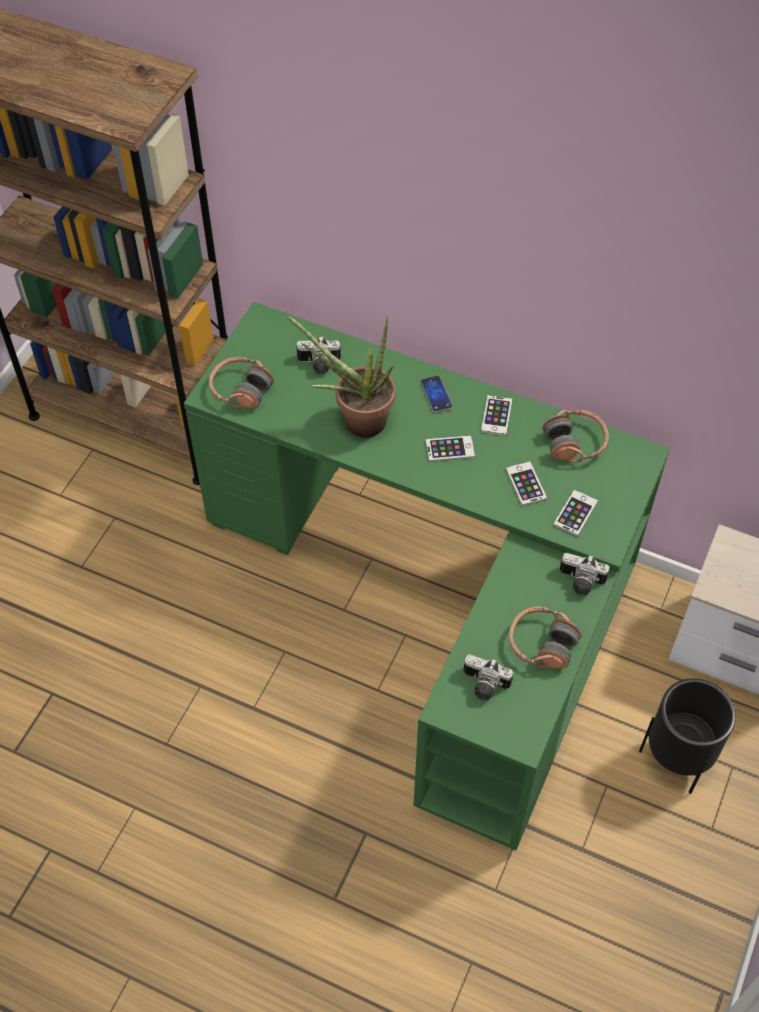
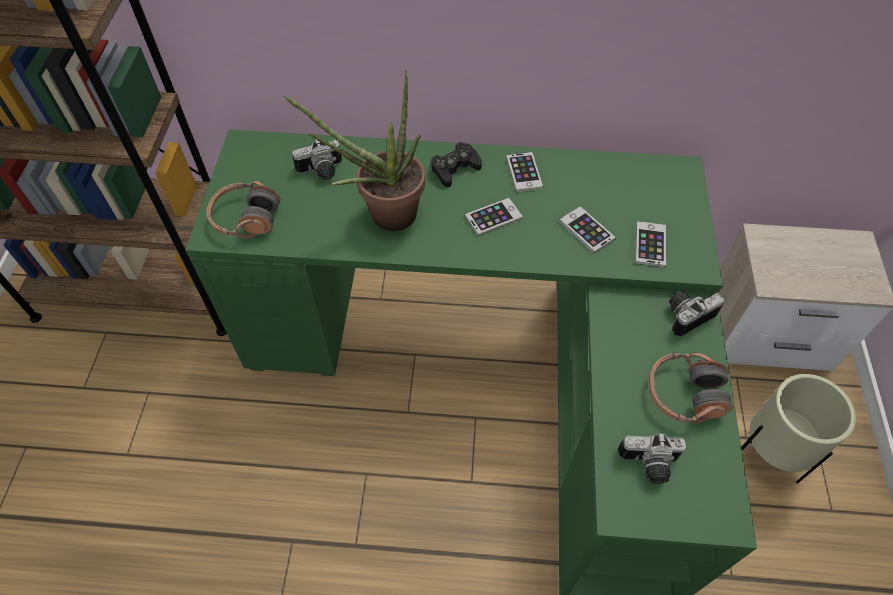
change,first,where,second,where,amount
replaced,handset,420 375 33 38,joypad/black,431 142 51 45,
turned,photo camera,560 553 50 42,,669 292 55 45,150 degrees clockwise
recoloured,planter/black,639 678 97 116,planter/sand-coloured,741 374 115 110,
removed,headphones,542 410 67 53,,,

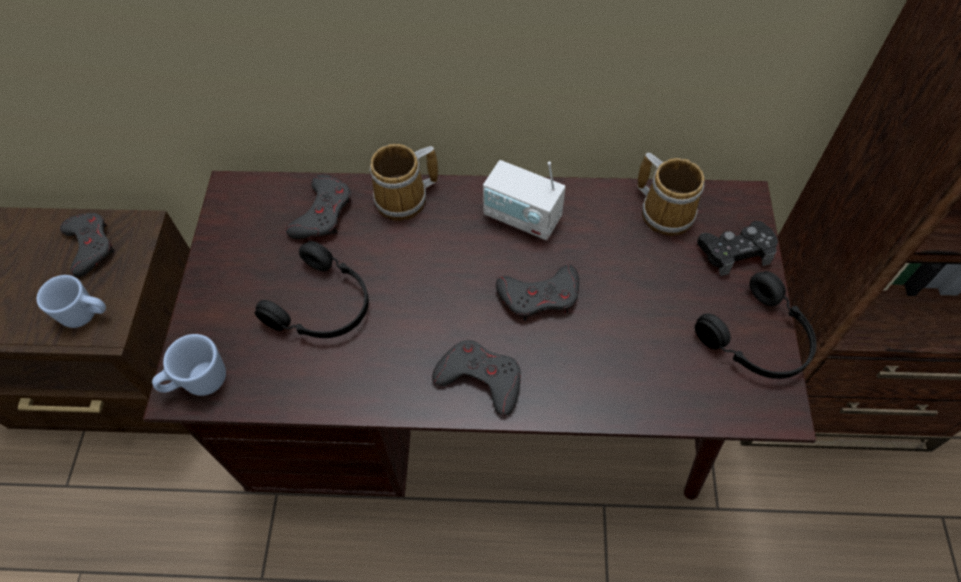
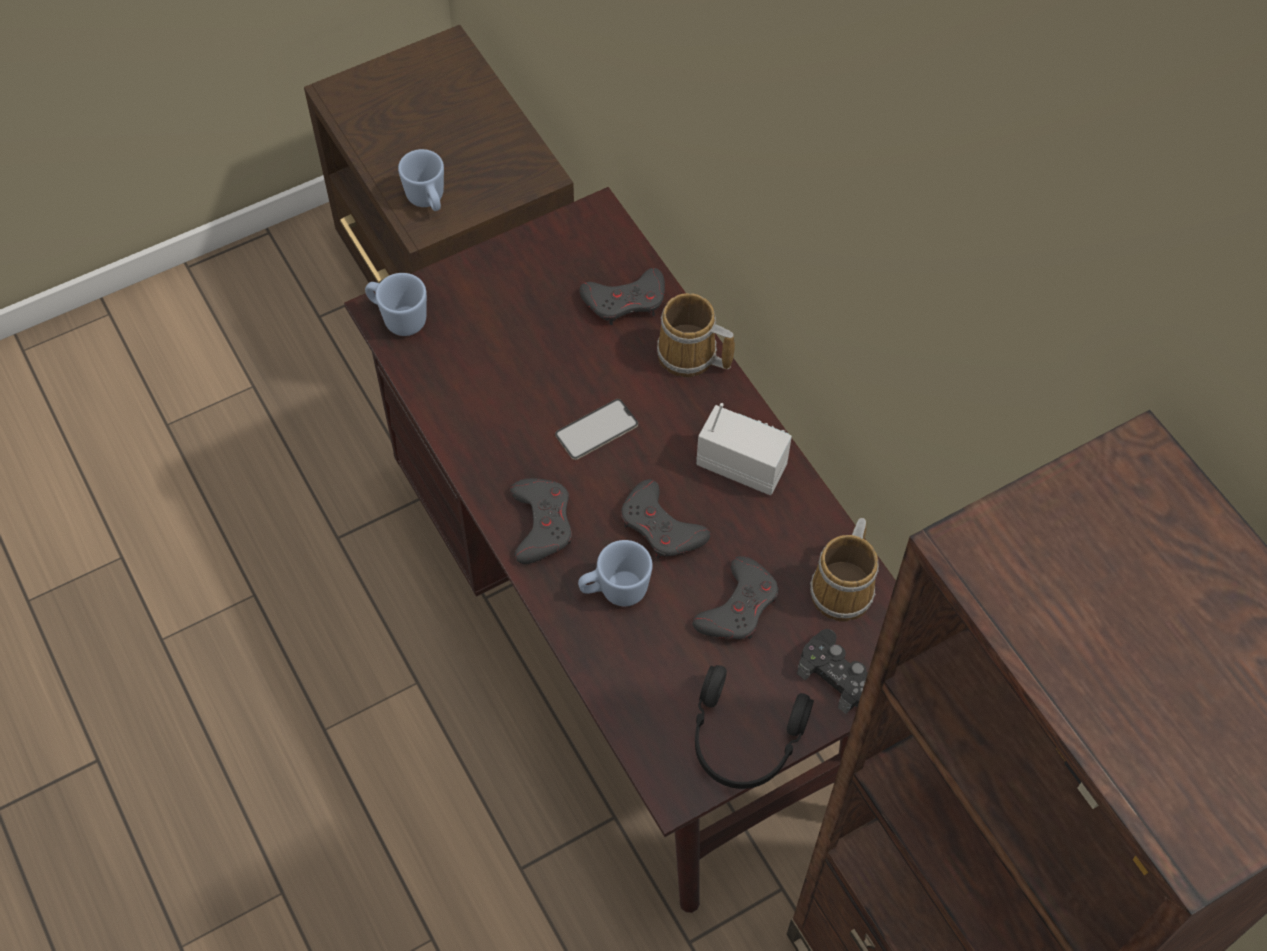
change,first,where,second,where,amount
added,,,handset,555 399 83 61,
added,,,tea mug/blue,578 540 75 66,
moved,joypad/grey,60 213 55 64,,692 556 86 83,
turned,radio,483 160 83 80,,696 403 96 92,120 degrees clockwise
removed,headphones/black,255 241 114 97,,,

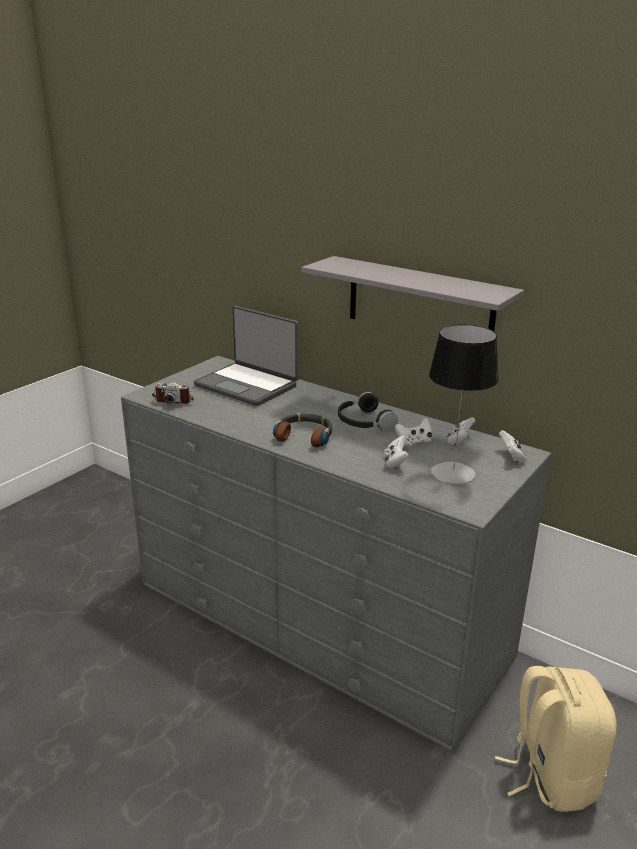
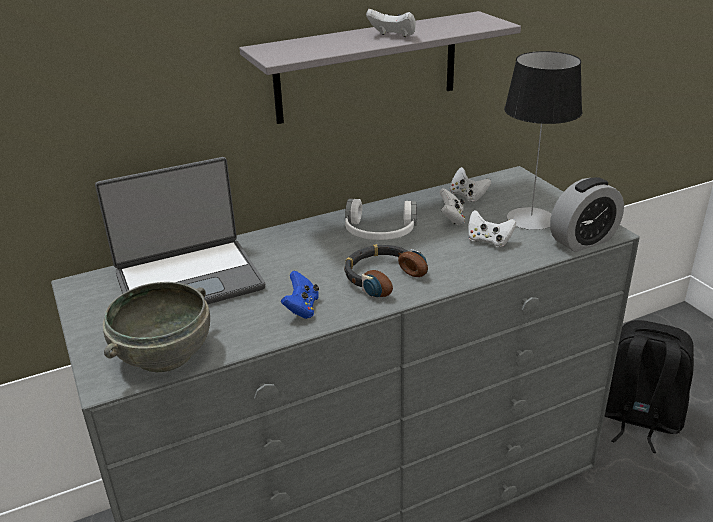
change,first,where,second,where,amount
replaced,photo camera,152 382 42 22,serving bowl/grey,103 282 107 90,
added,,,joypad/blue,281 271 38 48,
recoloured,headphones/black,338 392 60 40,headphones/white-coloured,345 199 72 41,
moved,joypad/white-coloured,499 430 28 33,,366 9 50 28,
added,,,alarm clock,550 177 74 75,
recoloured,backpack/sand-coloured,495 666 122 146,backpack/black,604 320 90 133,

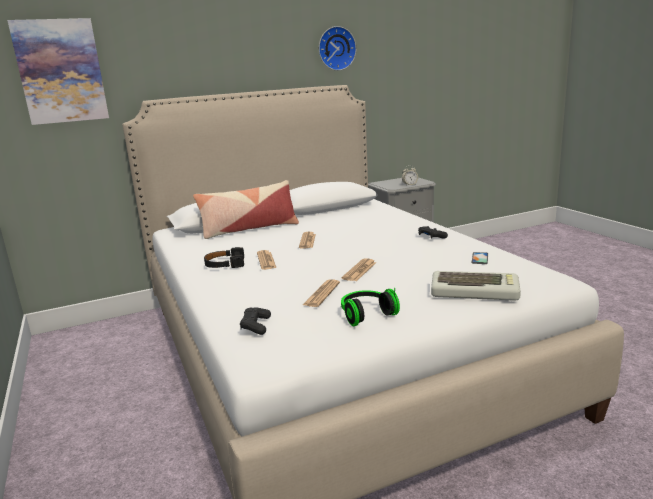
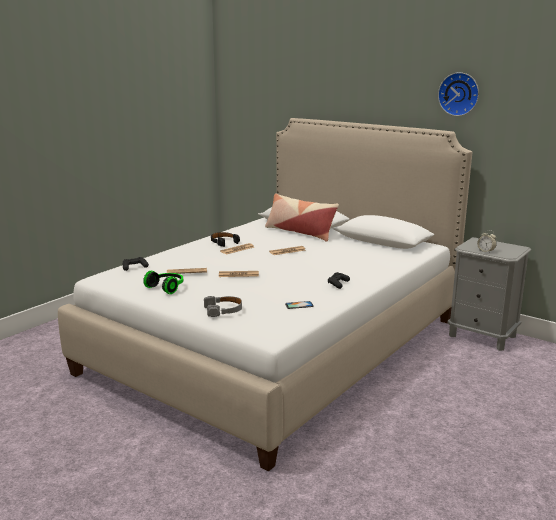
change,first,where,second,where,amount
replaced,keyboard,431 271 90 30,headphones/grey,204 296 38 21,
removed,picture,7 18 102 107,,,

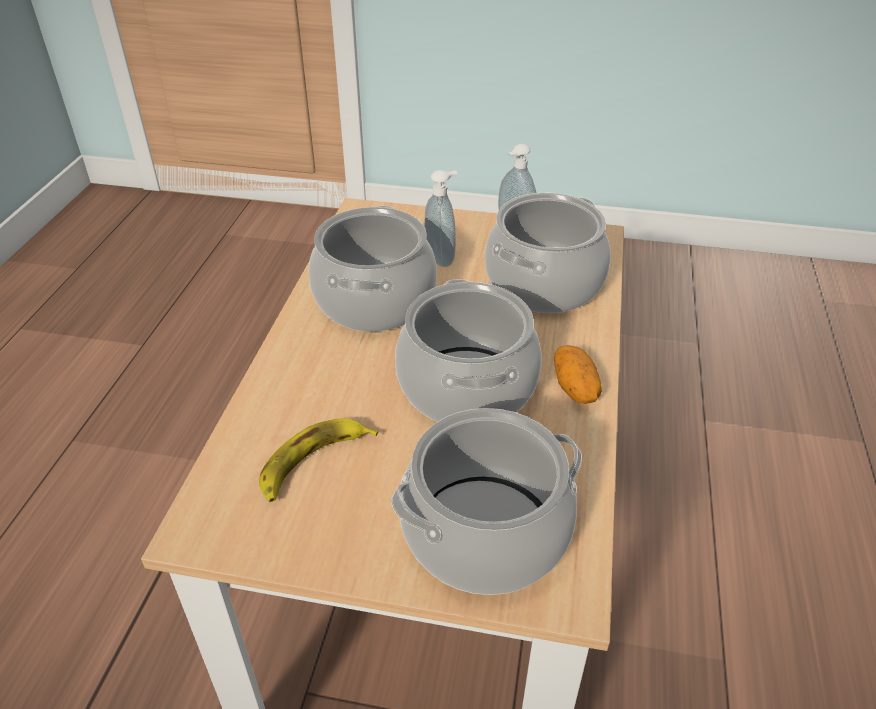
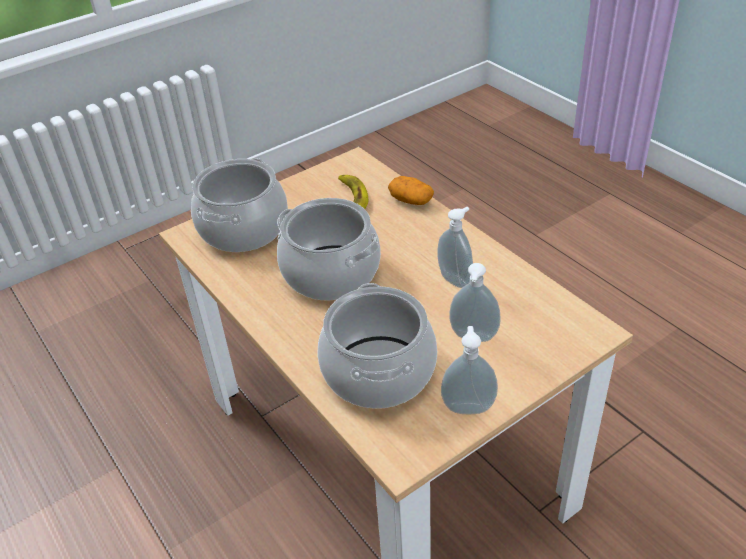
change,first,where,second,where,amount
moved,potato,554 345 48 59,,388 176 46 29,
replaced,stockpot,309 206 128 126,liquid soap bottle,437 207 36 81,

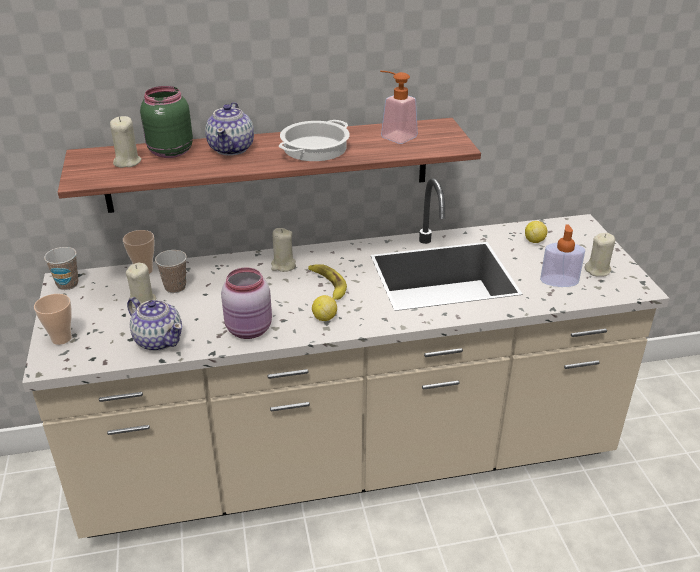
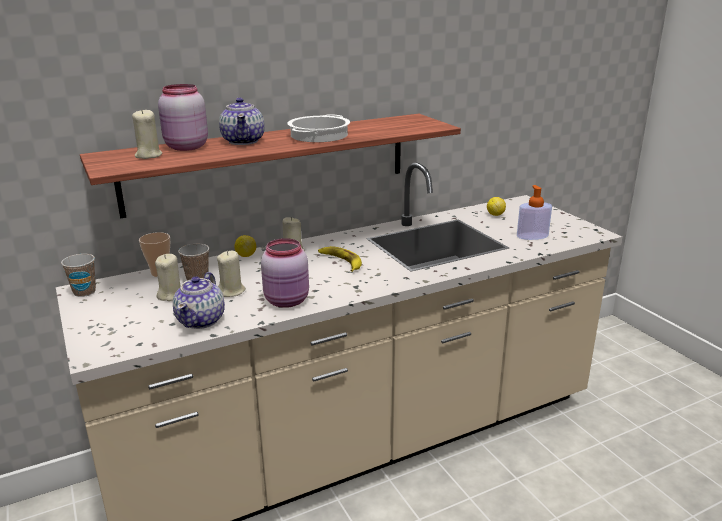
change,first,where,second,where,amount
recoloured,storage jar/green-coloured,140 86 53 72,storage jar/pink-coloured,158 84 50 67,
turned,teapot,127 297 55 54,,173 272 52 57,75 degrees clockwise
moved,wax light/sand-coloured,584 233 31 44,,217 251 29 46,
moved,citrus fruit,312 295 25 26,,234 235 22 22,
removed,small cup,34 294 38 51,,,
removed,liquid soap bottle,380 71 38 73,,,

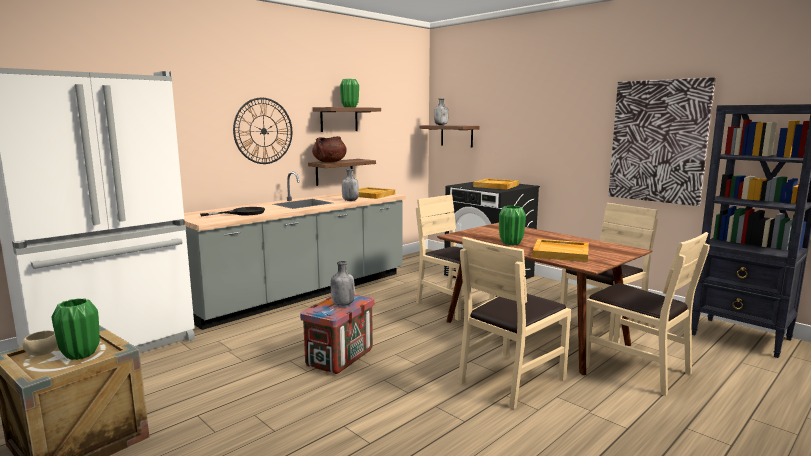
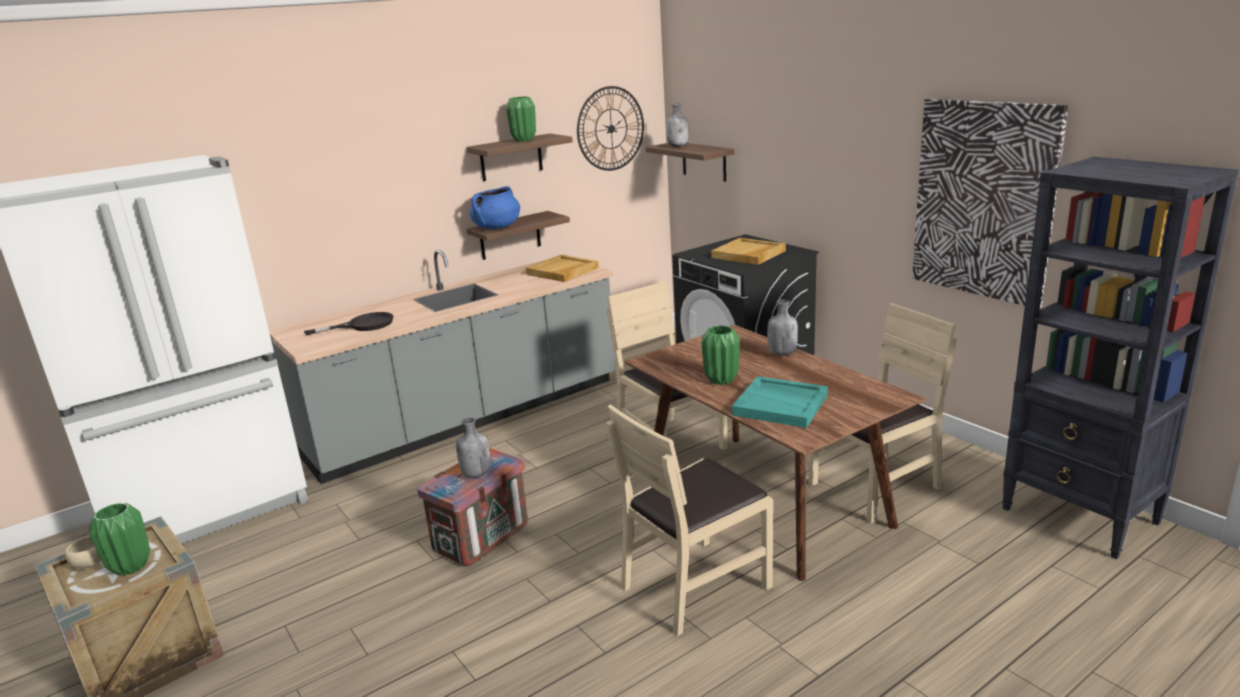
change,first,where,second,where,amount
recoloured,stockpot/brown,312 136 35 26,stockpot/blue,470 186 50 43,
moved,clock on the wall,233 98 59 66,,577 86 67 85,
recoloured,carrying tray/sand-coloured,532 239 57 23,carrying tray/turquoise,732 376 96 52,
moved,bottle/grey,342 169 17 32,,767 300 31 56,
removed,plain chair/sand-coloured,586 232 124 164,,,

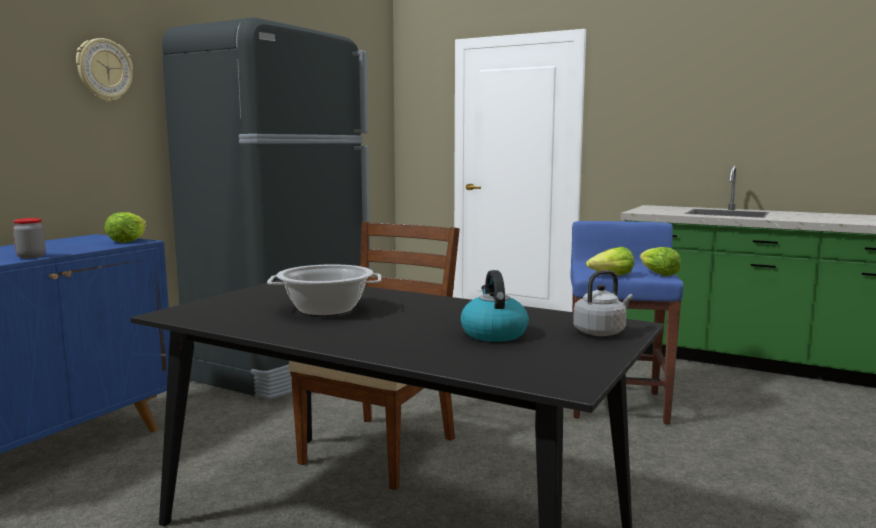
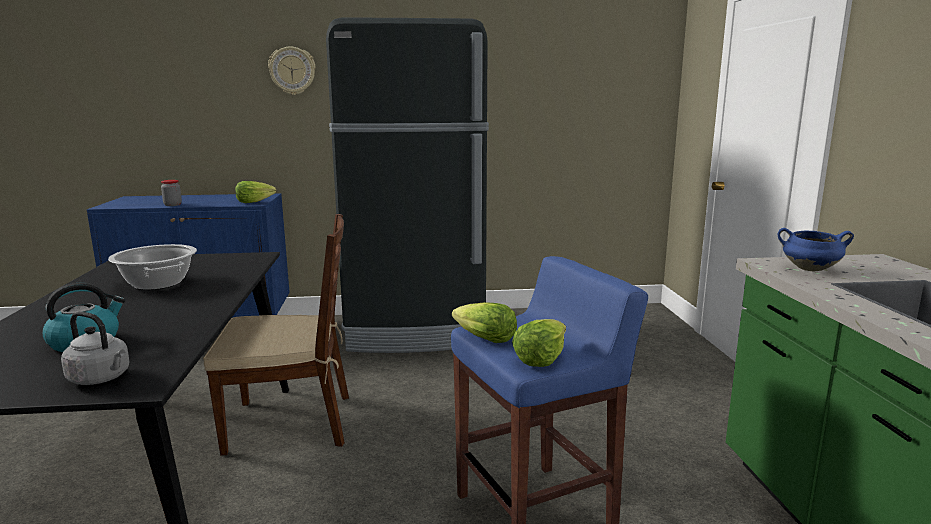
change,first,where,second,where,amount
added,,,stockpot/blue,778 228 76 44,

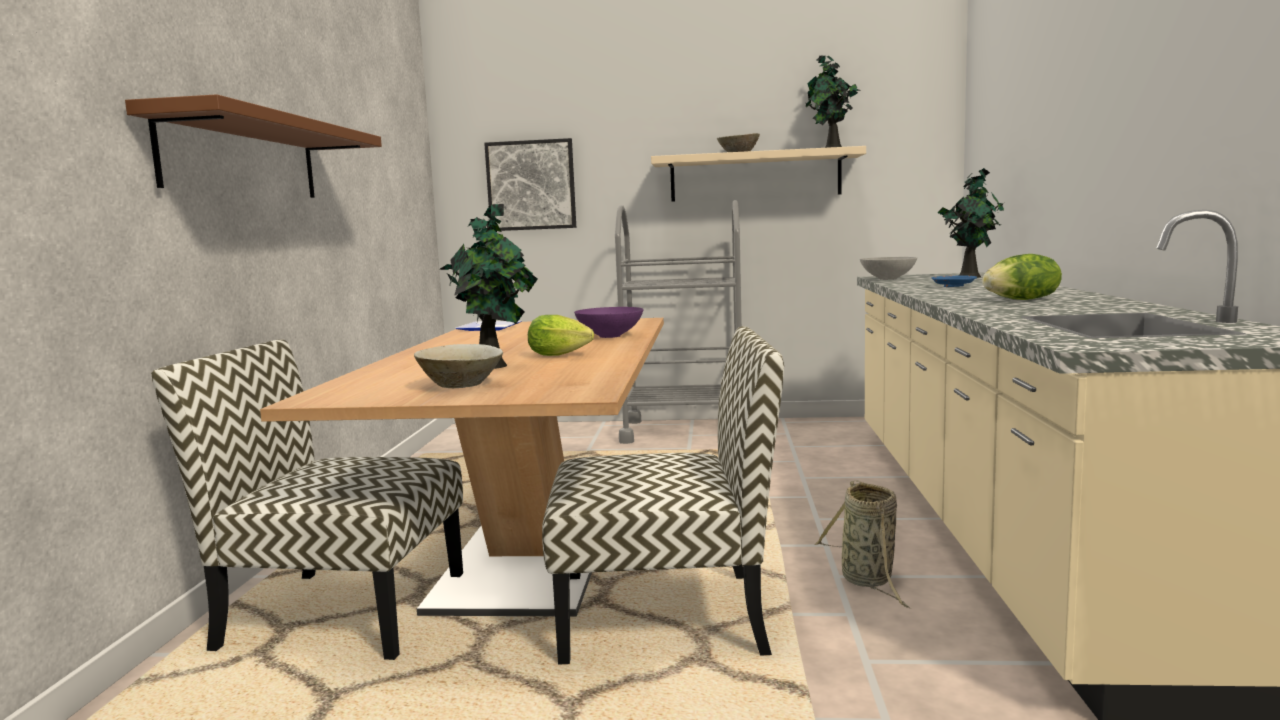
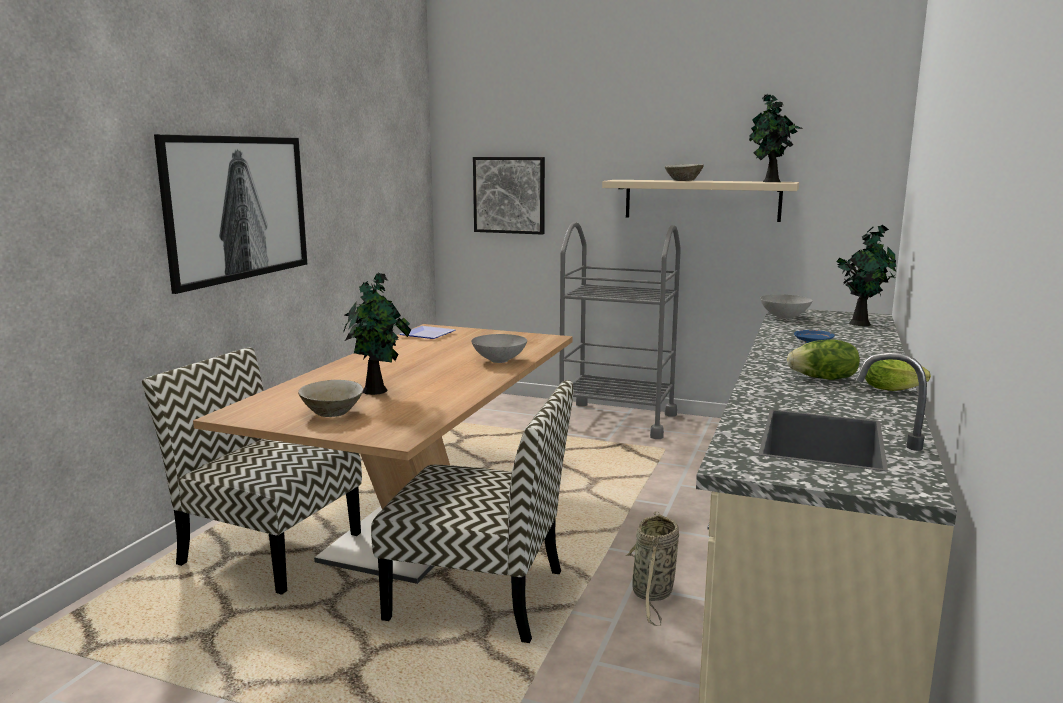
change,first,where,second,where,amount
replaced,shelf/brown,125 94 257 104,picture,154 134 153 160,
recoloured,serving bowl/purple,574 307 69 31,serving bowl/grey,471 334 56 29,
moved,lettuce head,528 315 66 41,,865 359 66 32,

